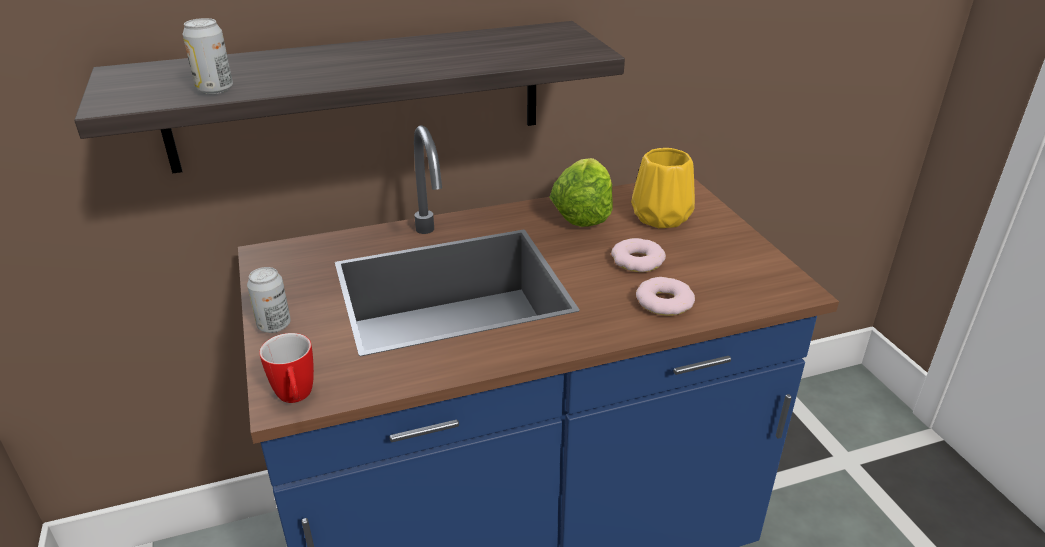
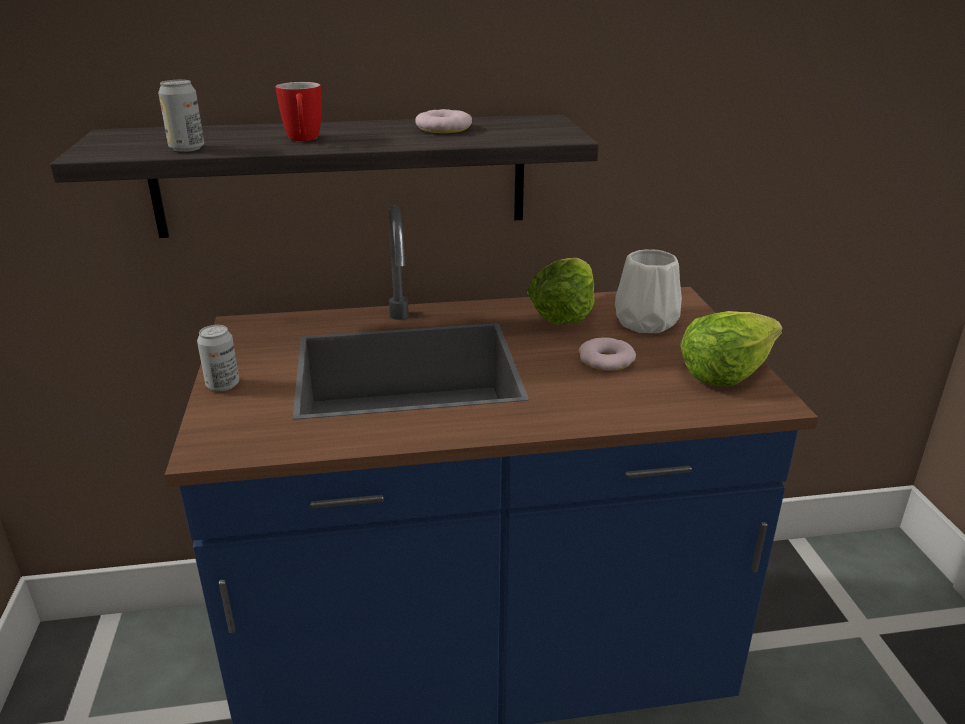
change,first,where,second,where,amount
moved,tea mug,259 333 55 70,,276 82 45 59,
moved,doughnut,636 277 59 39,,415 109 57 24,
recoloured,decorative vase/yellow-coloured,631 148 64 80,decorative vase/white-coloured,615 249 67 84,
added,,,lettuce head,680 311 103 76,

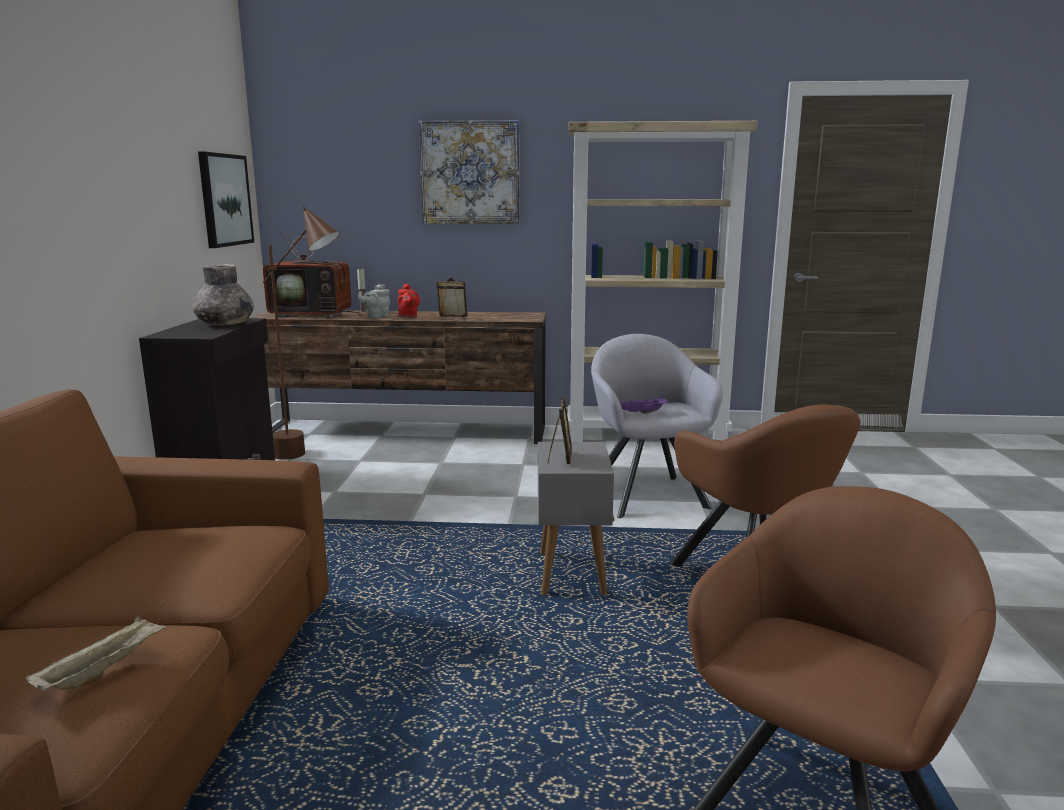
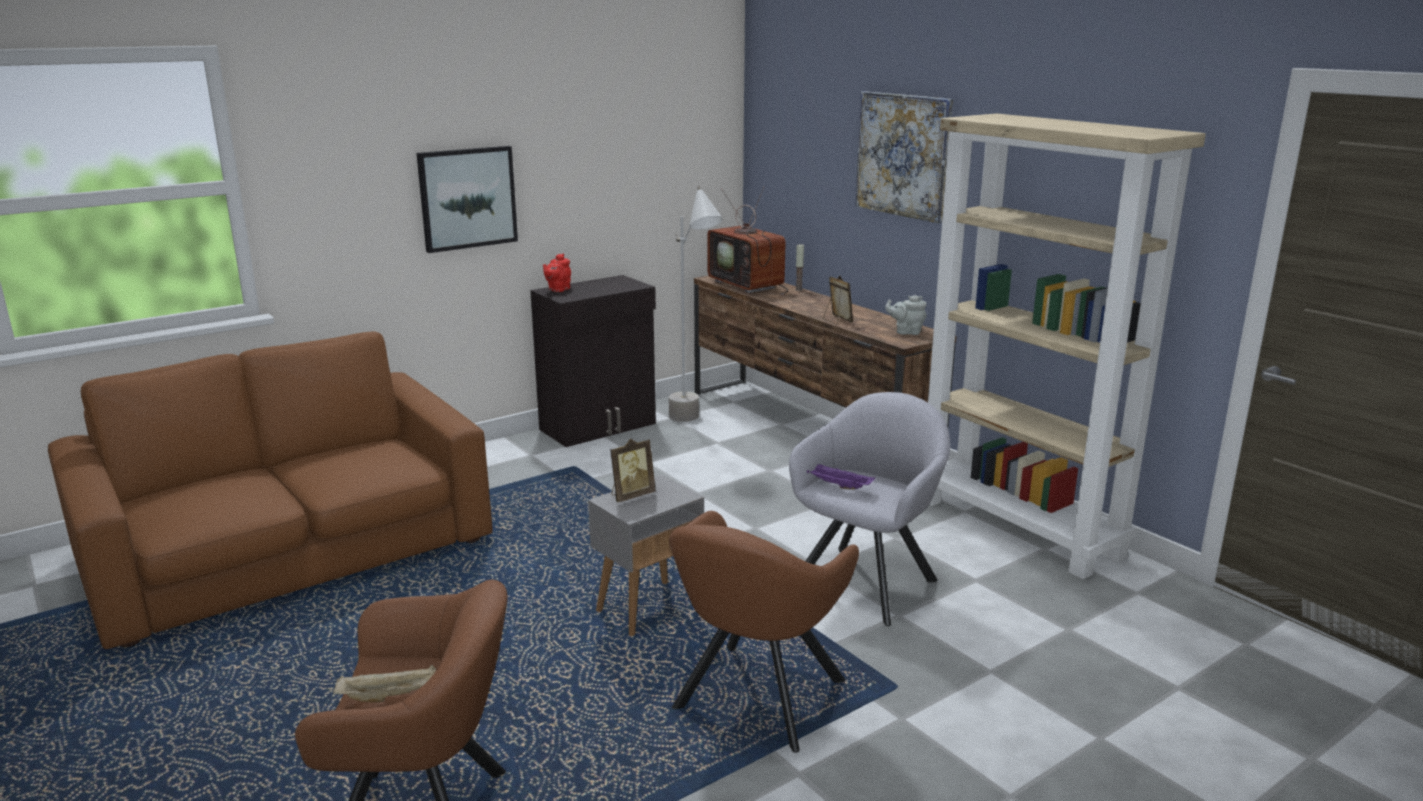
change,first,where,second,where,amount
moved,carrying tray/sand-coloured,26 616 141 75,,333 665 103 37,
moved,picture,198 152 56 96,,417 146 101 107,
moved,teapot/reddish,398 284 22 34,,543 253 28 39,
recoloured,standard lamp/brown,263 207 77 253,standard lamp/grey,669 186 54 236,
moved,teapot/grey,358 284 32 34,,885 295 42 40,
removed,decorative vase/grey,192 264 62 61,,,

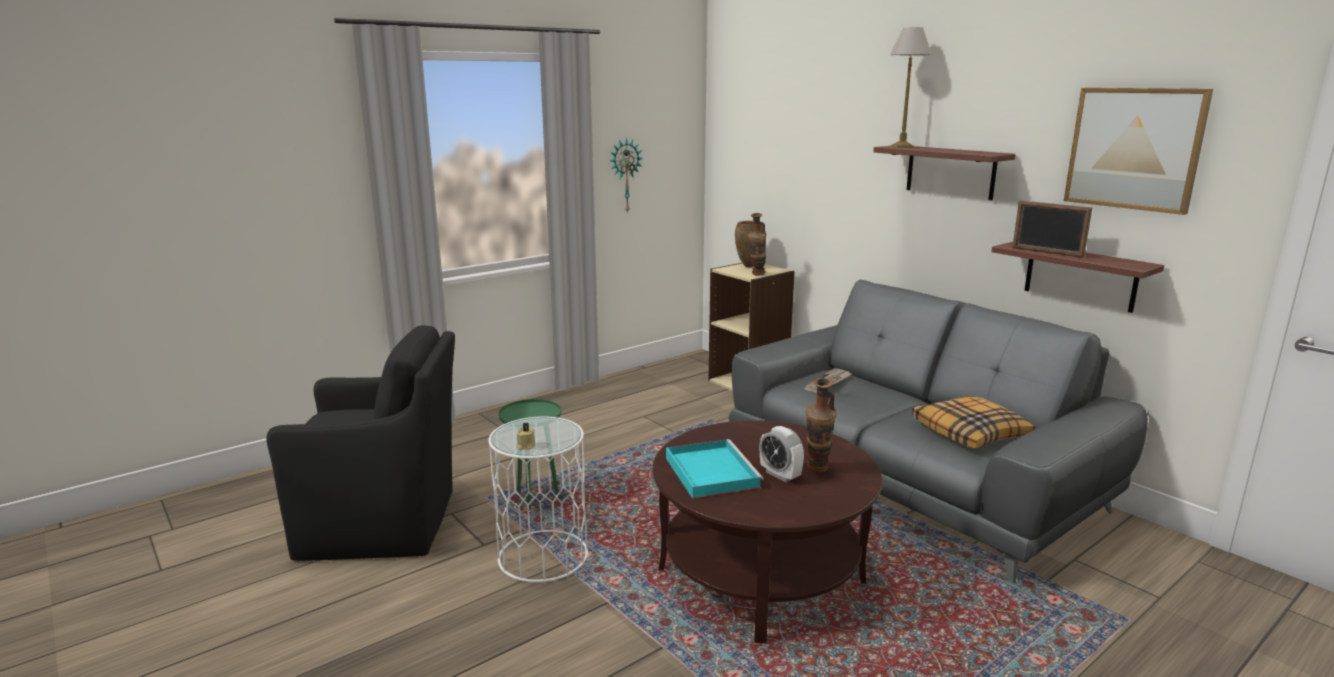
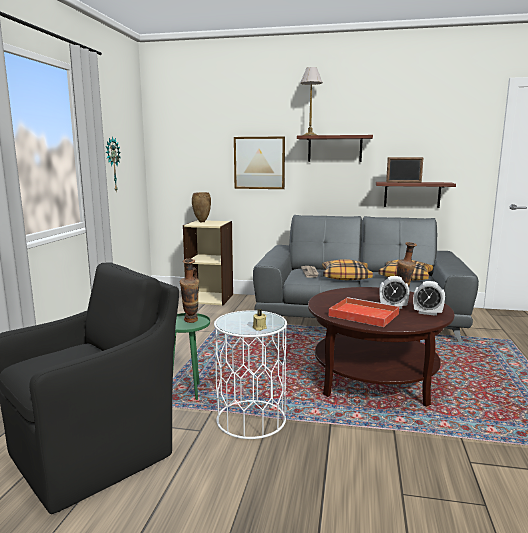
change,first,where,second,where,amount
moved,decorative vase,748 213 18 63,,180 259 19 64,
moved,picture,1064 88 149 127,,234 136 51 53,
added,,,throw pillow,322 259 51 22,
recoloured,carrying tray/turquoise,666 439 98 60,carrying tray/reddish,329 297 71 30,
added,,,alarm clock,413 281 32 35,

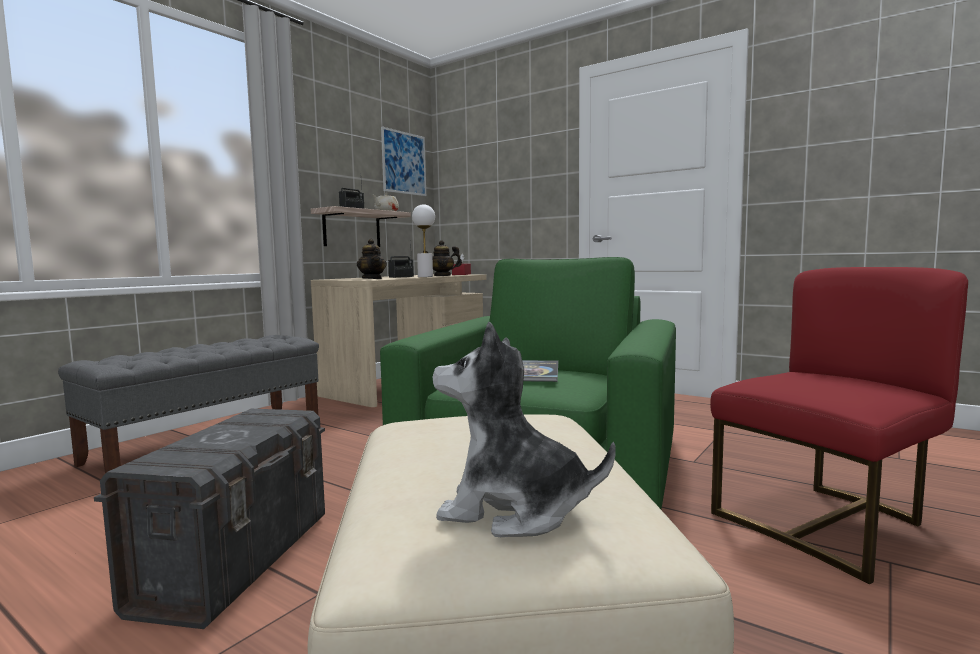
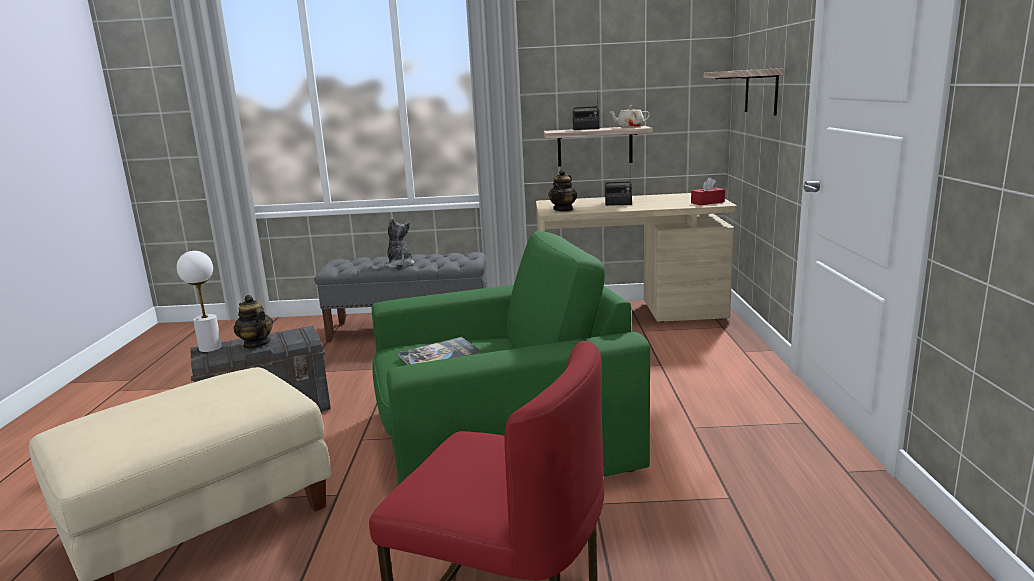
change,first,where,second,where,amount
moved,lamp for a table/white-coloured,412 204 23 73,,177 251 45 101,
moved,teapot,423 240 39 36,,234 295 39 54,
moved,cuddly toy,432 322 184 215,,385 218 30 50,
added,,,shelf,703 68 83 48,
removed,picture,381 127 45 69,,,

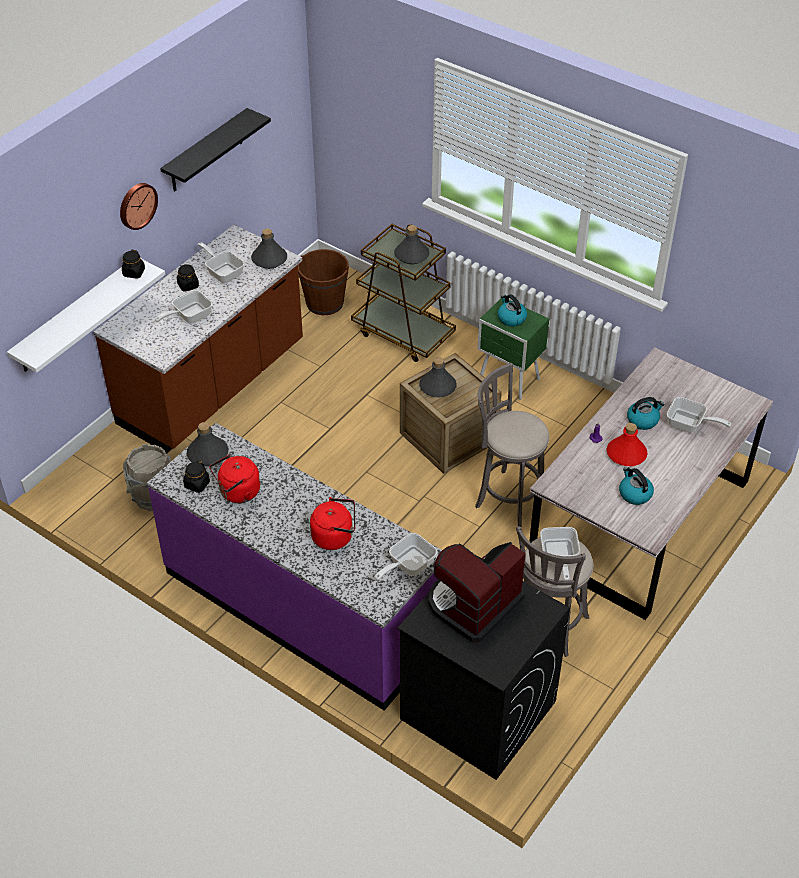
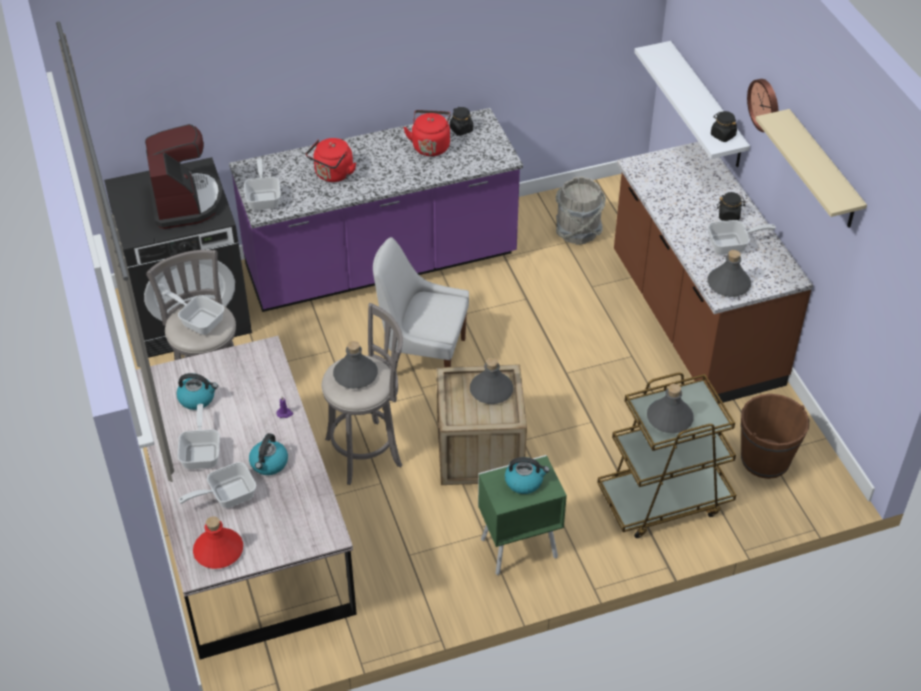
change,first,where,second,where,amount
moved,pan,155 290 57 34,,177 404 43 65,
moved,bottle/reddish,606 423 42 43,,193 516 50 53,
moved,bottle/grey,187 422 41 45,,333 341 45 48,
added,,,plain chair/white-coloured,373 237 96 130,
recoloured,shelf/black,160 108 111 84,shelf/sand-coloured,755 109 112 119,

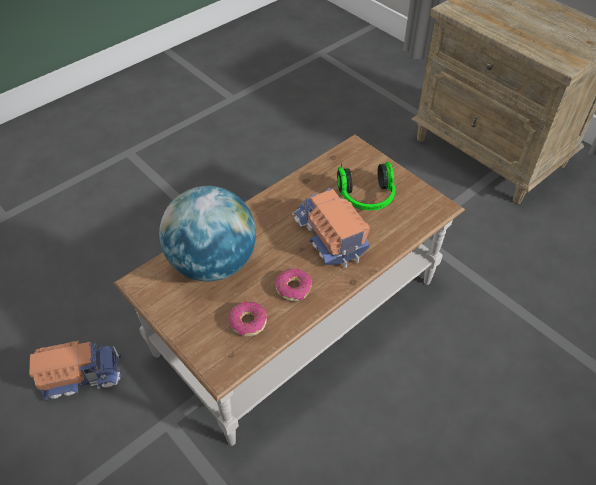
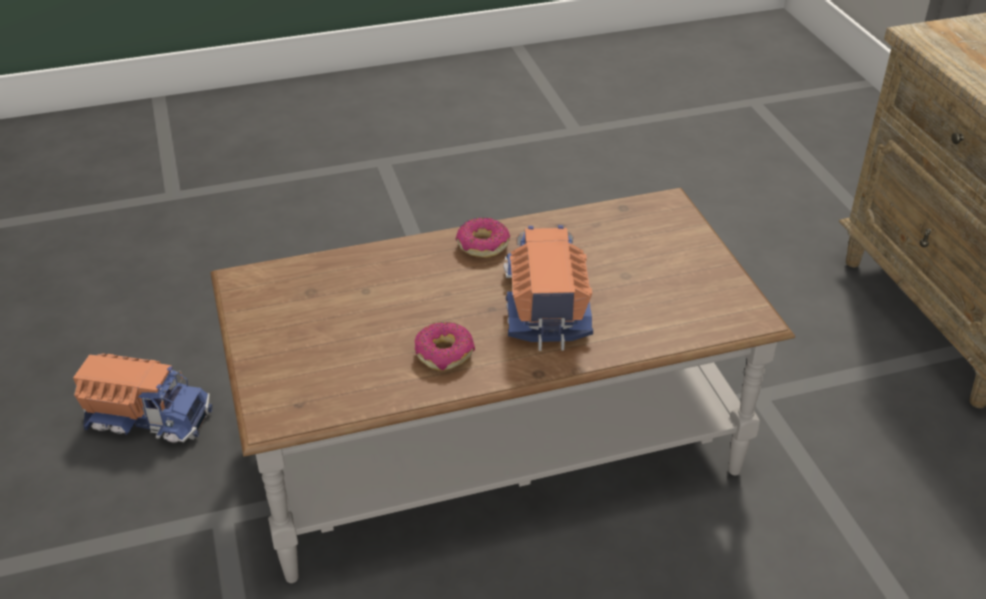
change,first,where,second,where,amount
moved,doughnut,228 302 39 34,,456 218 54 40,
removed,world globe,159 186 97 96,,,
removed,headphones,337 161 58 49,,,

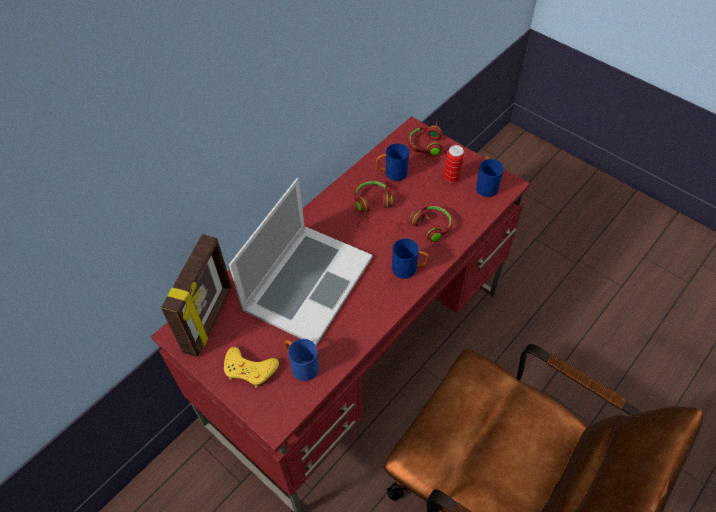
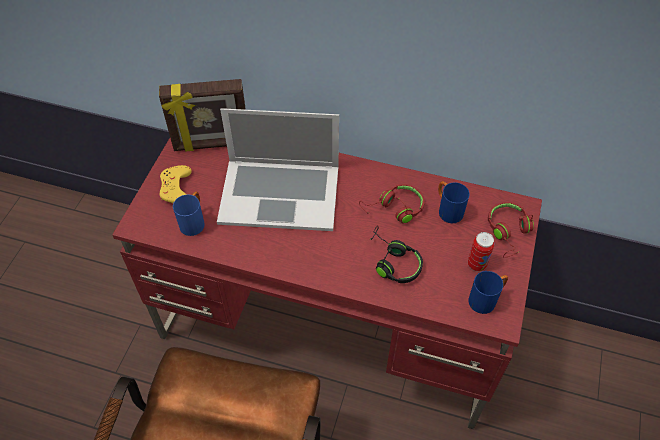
change,first,where,second,where,amount
recoloured,headphones/reddish,390 205 63 37,headphones/black,370 226 53 57,
removed,tea mug/blue,392 238 37 41,,,

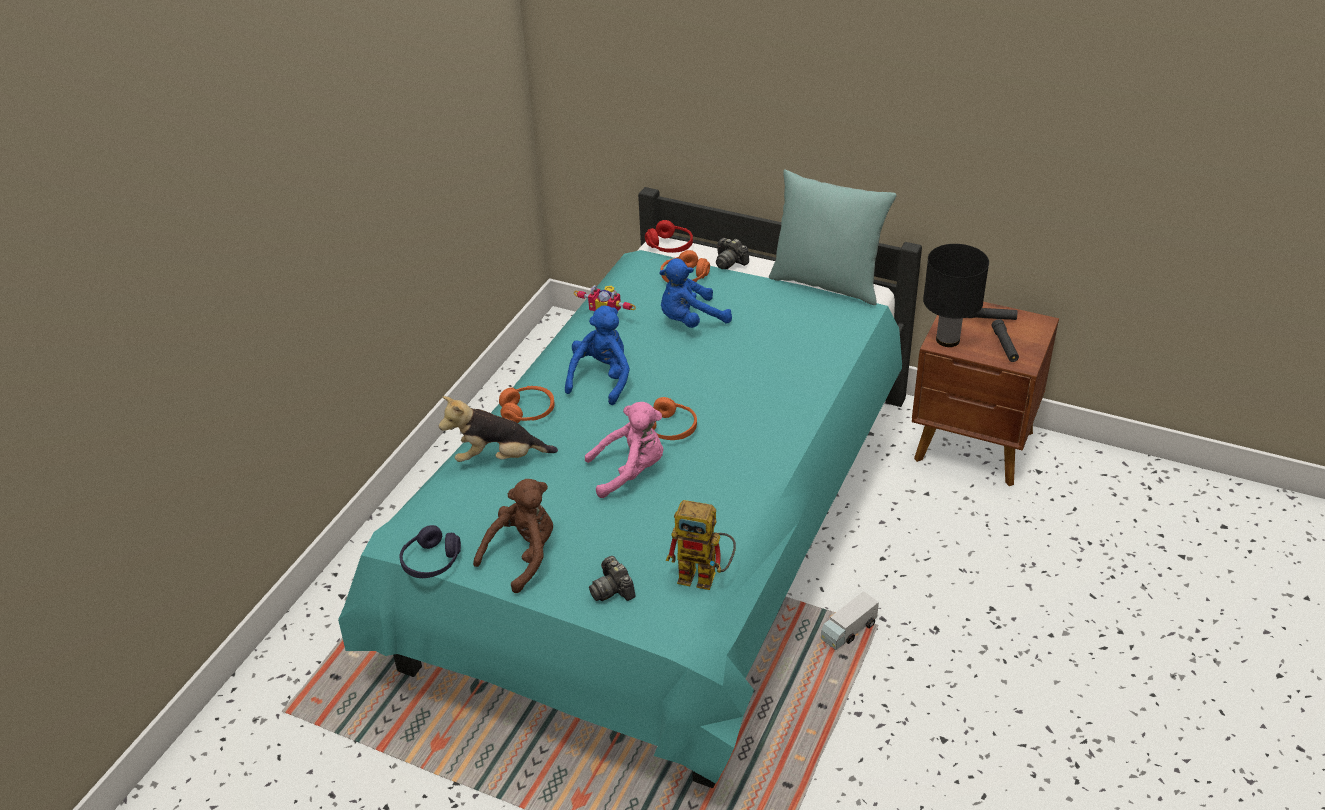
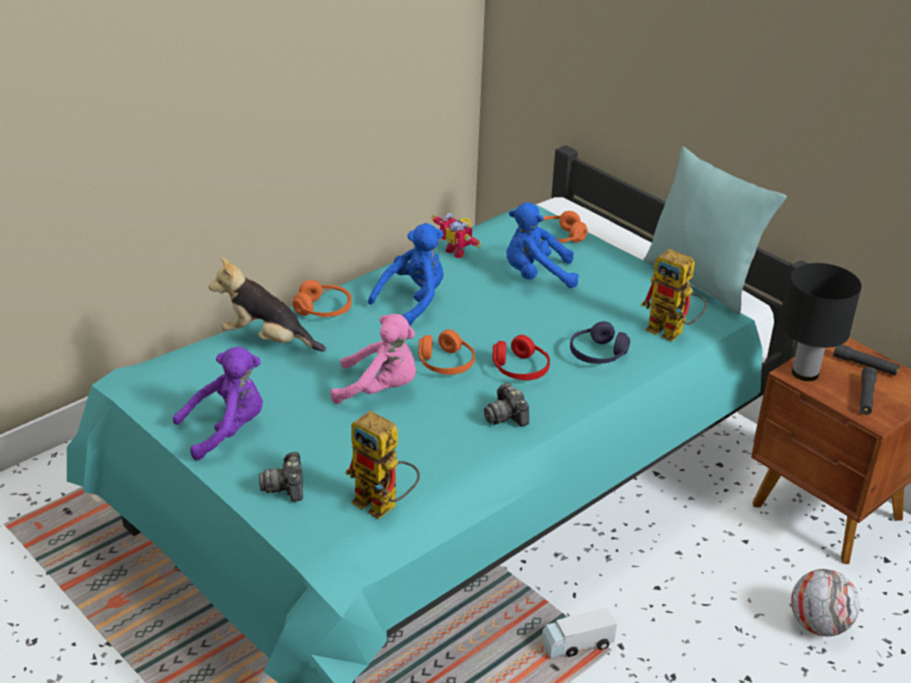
change,first,where,second,where,amount
recoloured,cuddly toy/brown,473 479 80 114,cuddly toy/purple,173 347 90 113,
moved,photo camera,716 238 33 32,,484 383 45 44,
moved,headphones/reddish,645 220 48 33,,492 335 58 45,
moved,headphones/purple,400 525 61 53,,570 321 60 43,
added,,,model robot,641 249 66 93,
added,,,football ball,791 569 69 67,

